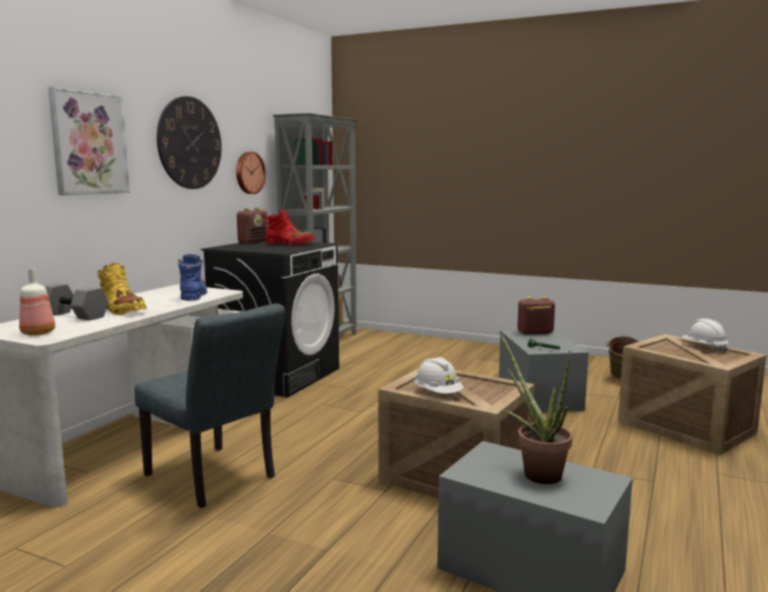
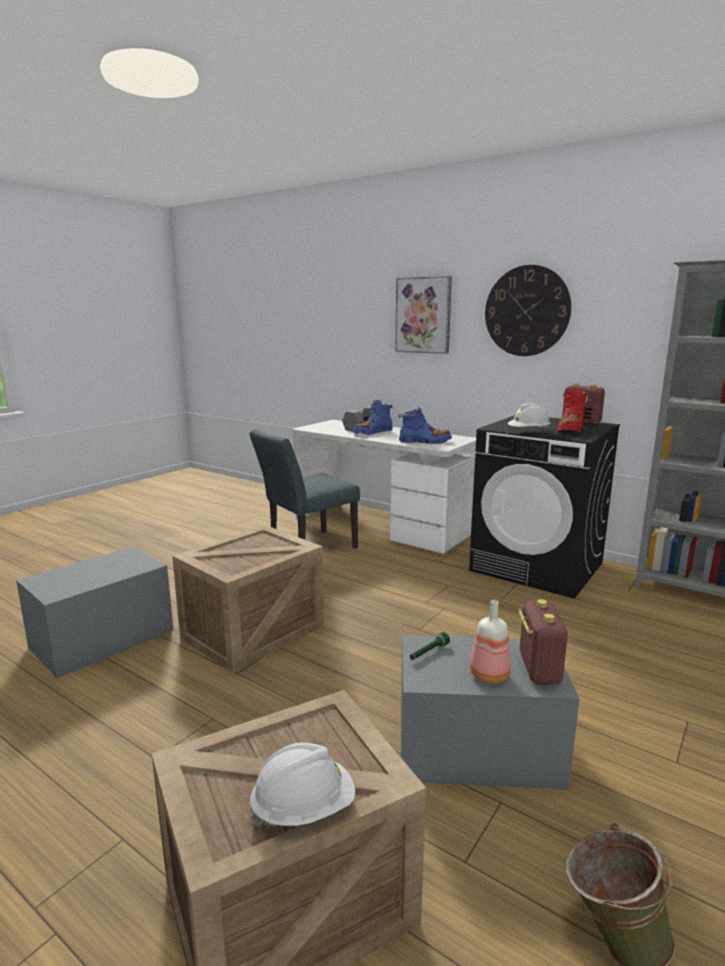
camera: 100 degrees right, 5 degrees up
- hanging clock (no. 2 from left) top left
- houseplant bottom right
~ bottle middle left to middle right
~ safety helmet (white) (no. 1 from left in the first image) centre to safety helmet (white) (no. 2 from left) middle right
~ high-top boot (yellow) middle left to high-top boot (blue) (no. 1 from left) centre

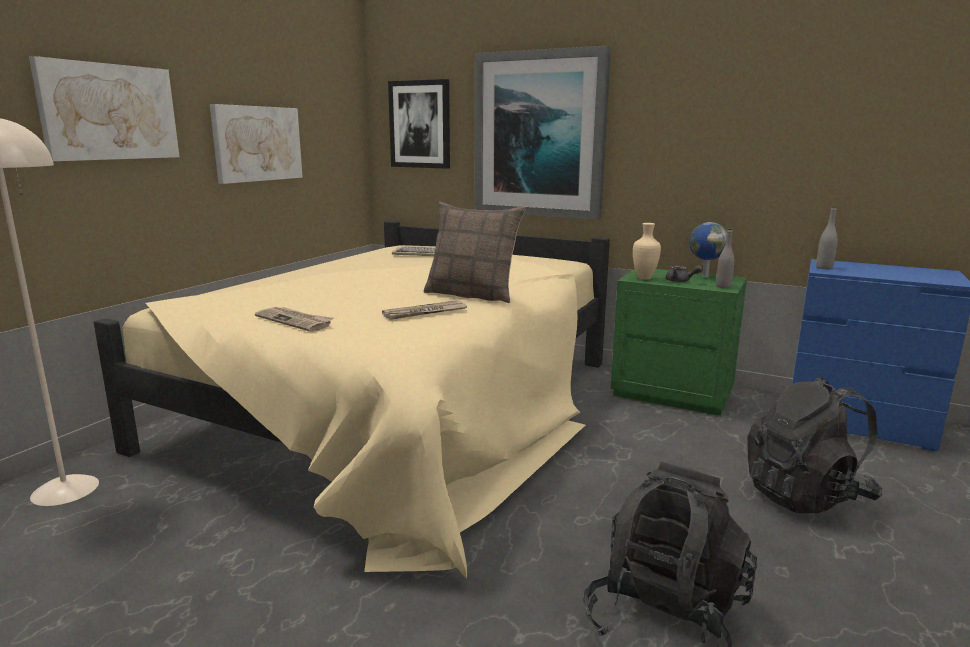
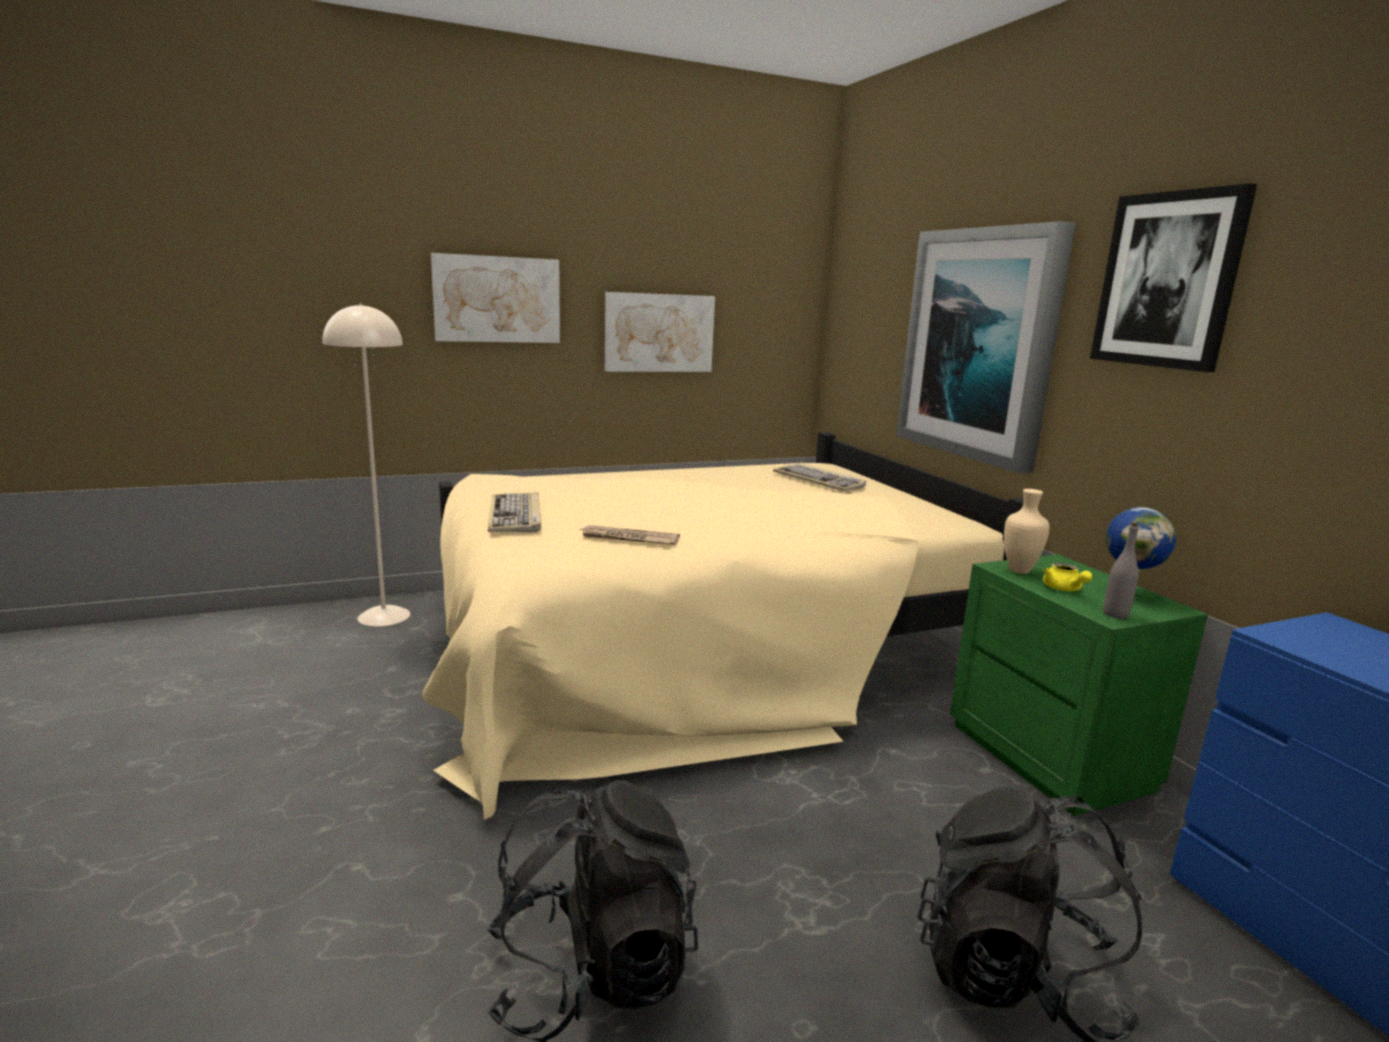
camera: 40 degrees right, 0 degrees up
- cushion centre
- bottle (gray) (no. 2 from left) middle right
~ picture (no. 3 from left in the first image) top centre to picture (no. 4 from left) top right
~ printed paper (no. 1 from left) middle left to keyboard (no. 1 from left) centre
~ pot for tea (gray) middle right to pot for tea (yellow) middle right

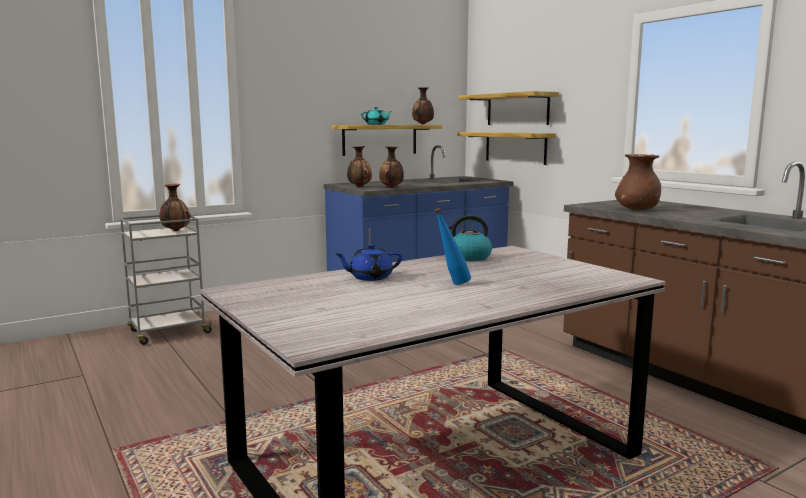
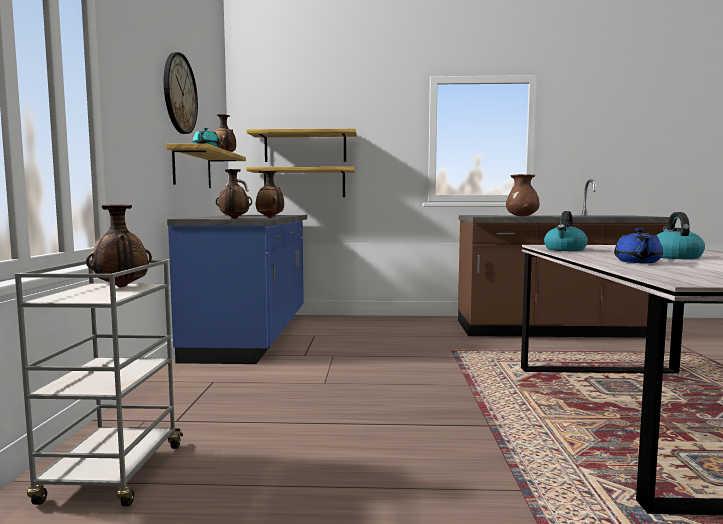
camera: 55 degrees left, 5 degrees down
+ hanging clock top left
~ bottle (blue) centre to water kettle (no. 2 from left) middle right

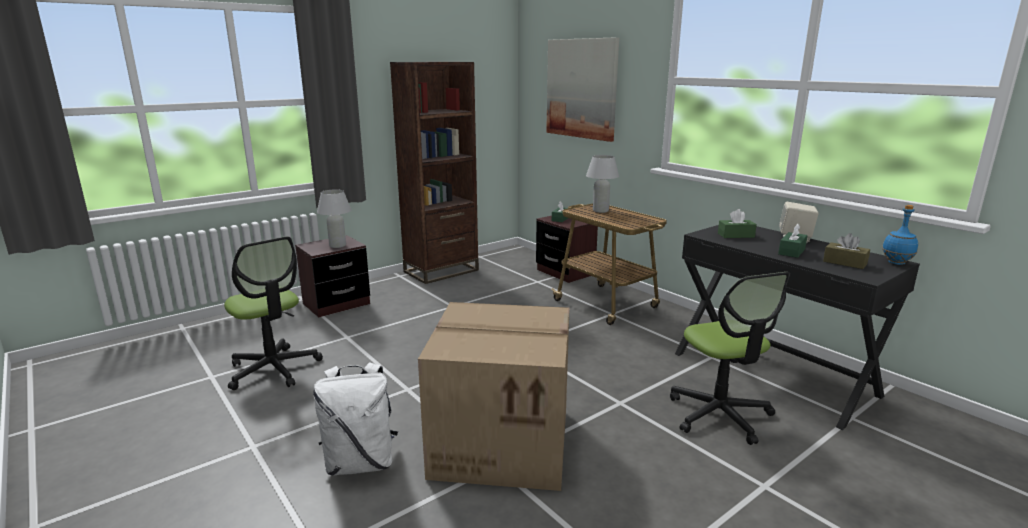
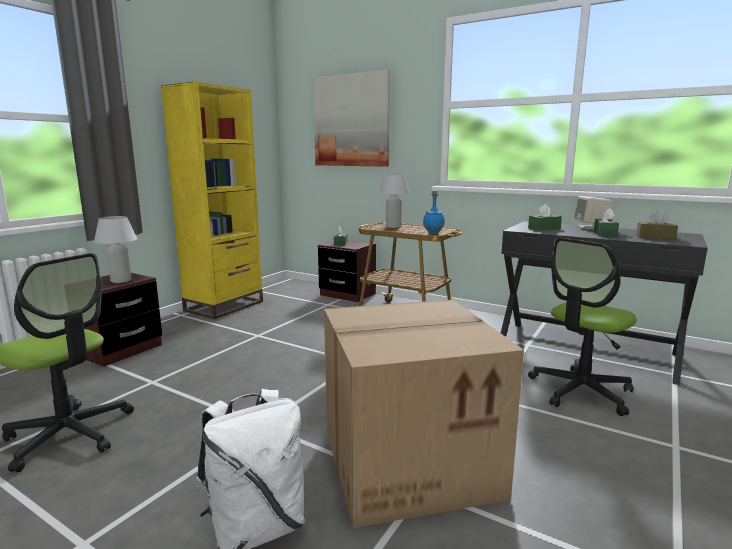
camera: 20 degrees left, 5 degrees down
~ bottle (blue) middle right to centre
~ bookcase (brownish) top centre to bookcase (yellow) middle left
~ office chair (no. 2 from left) bottom right = middle right 90 degrees clockwise

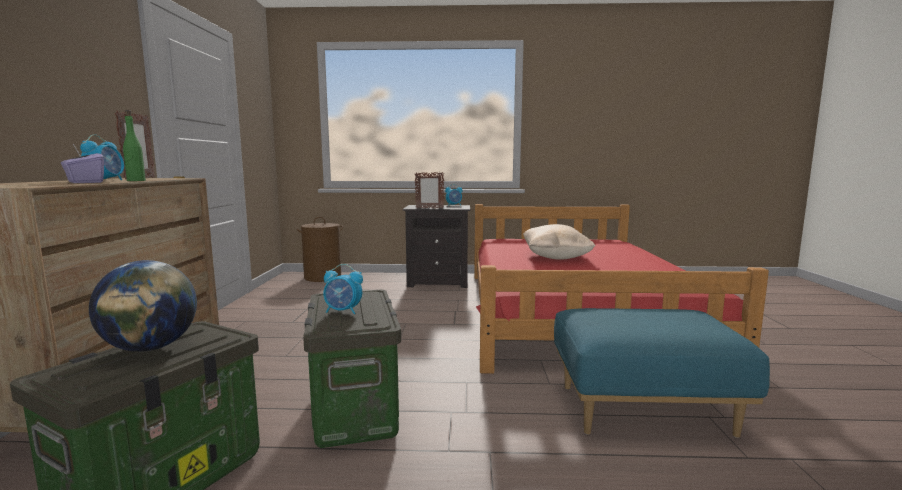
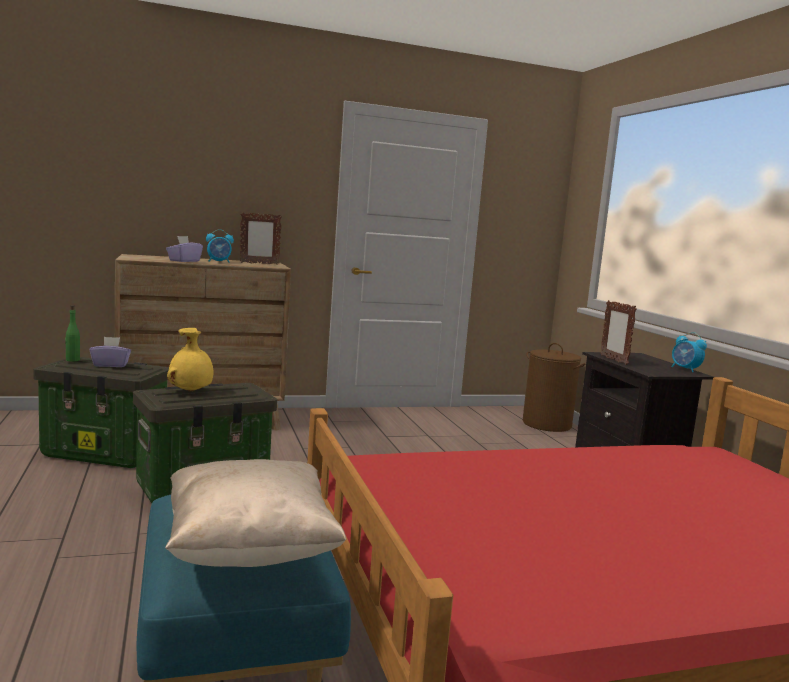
camera: 70 degrees right, 0 degrees up
~ bottle (greenish) top left to middle left
~ cushion (beige) centre to bottom left
~ world globe middle left to tissue box (purple-coloured) (no. 1 from left) middle left
~ alarm clock (no. 2 from left) centre to vase (yellow) middle left

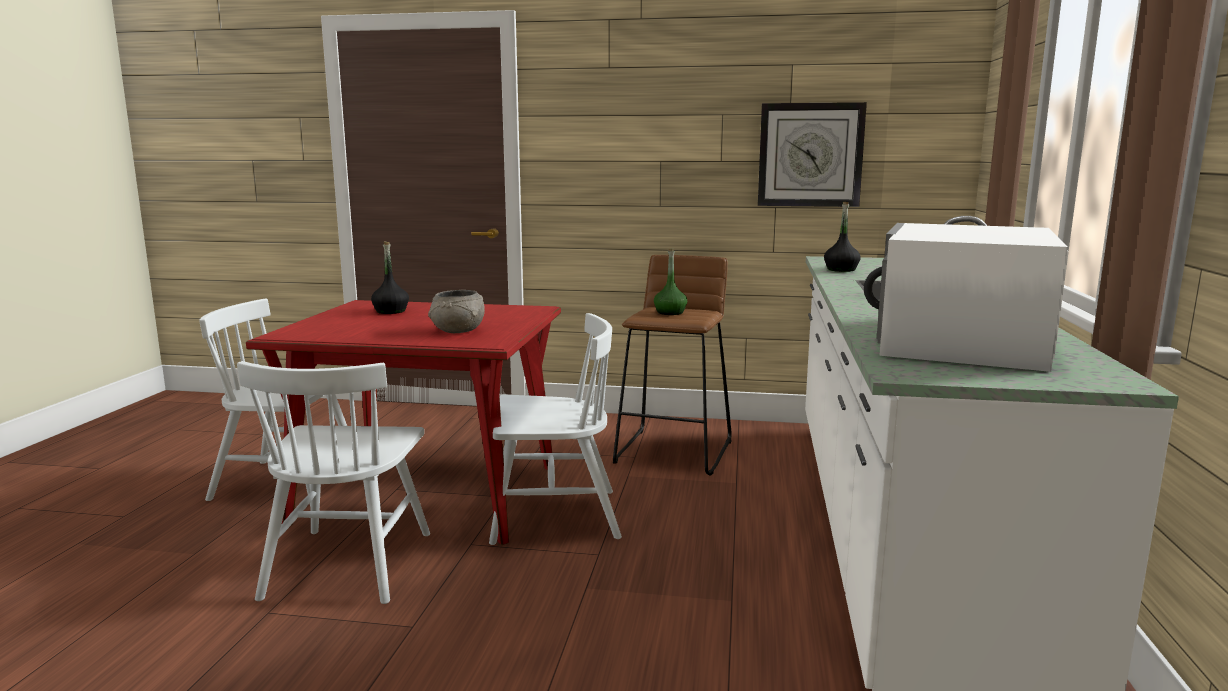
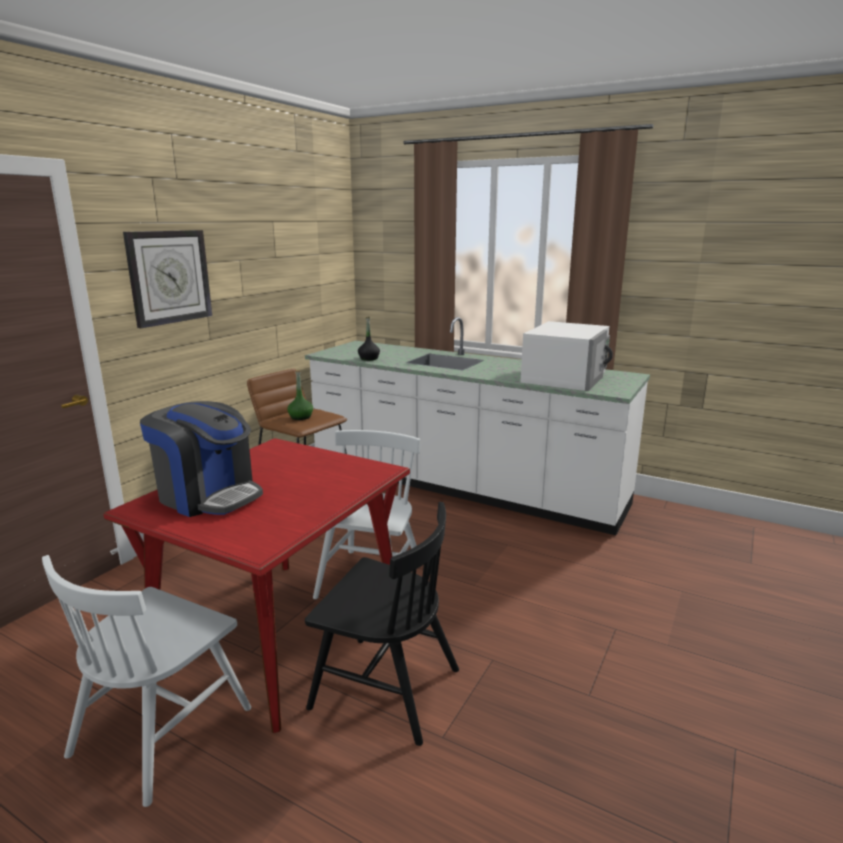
camera: 70 degrees left, 5 degrees up
- bowl (gray) centre
~ hanging clock top centre to top left
~ bottle (black) (no. 1 from left) middle left to coffee maker middle left
~ upright chair (white) (no. 2 from left) bottom left to upright chair (black) bottom centre
~ microwave (white) middle right = middle right 105 degrees counterclockwise

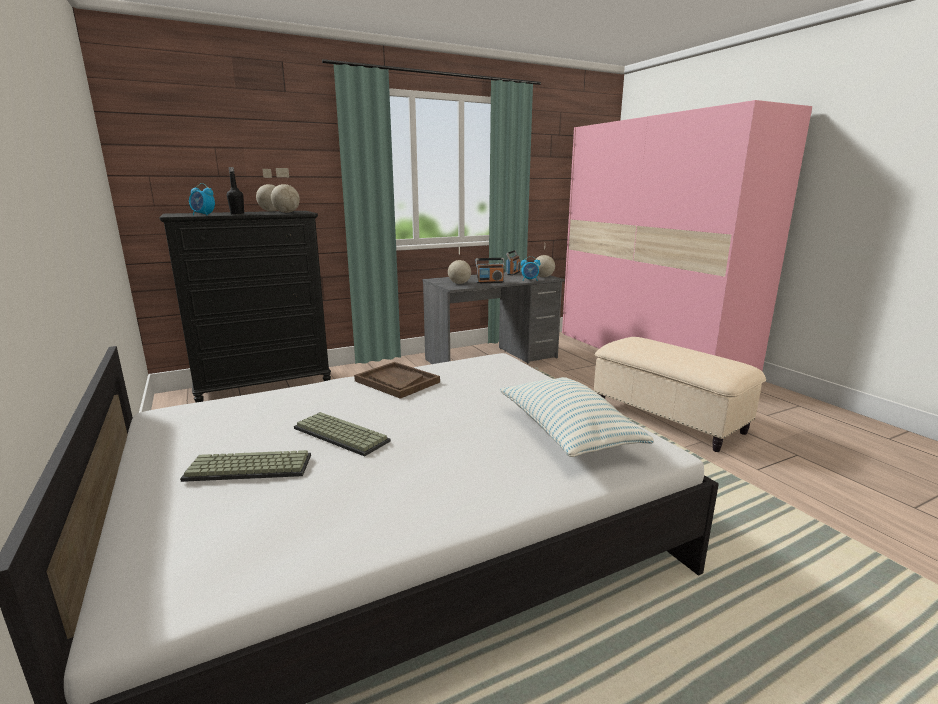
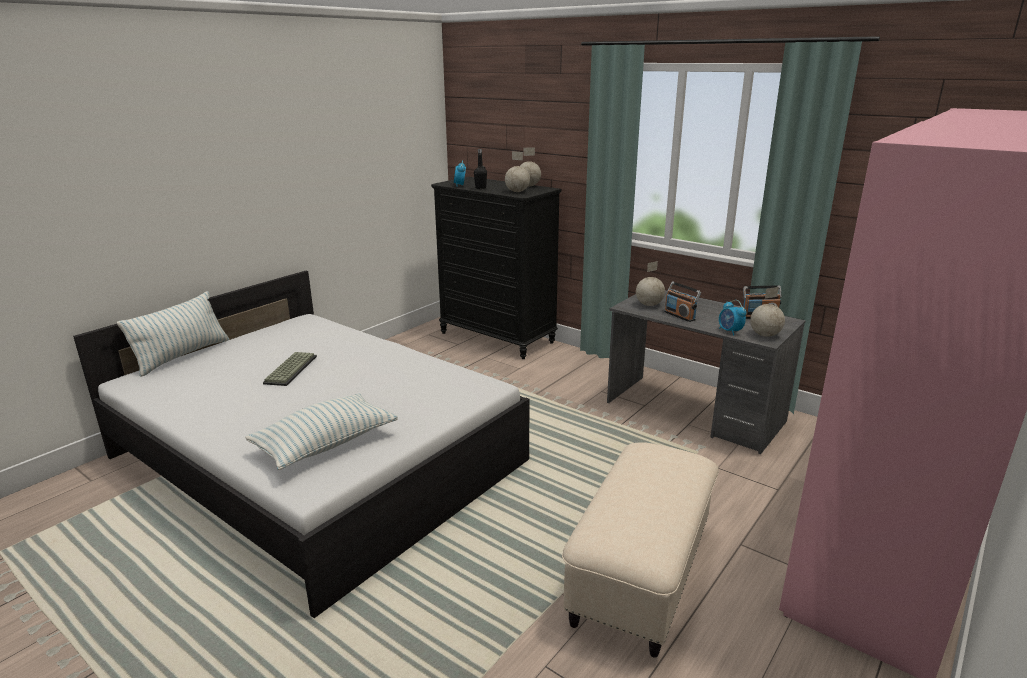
camera: 65 degrees right, 5 degrees up
- keyboard (no. 1 from left) middle left
- tray (brownish) centre
+ cushion (no. 1 from left) middle left

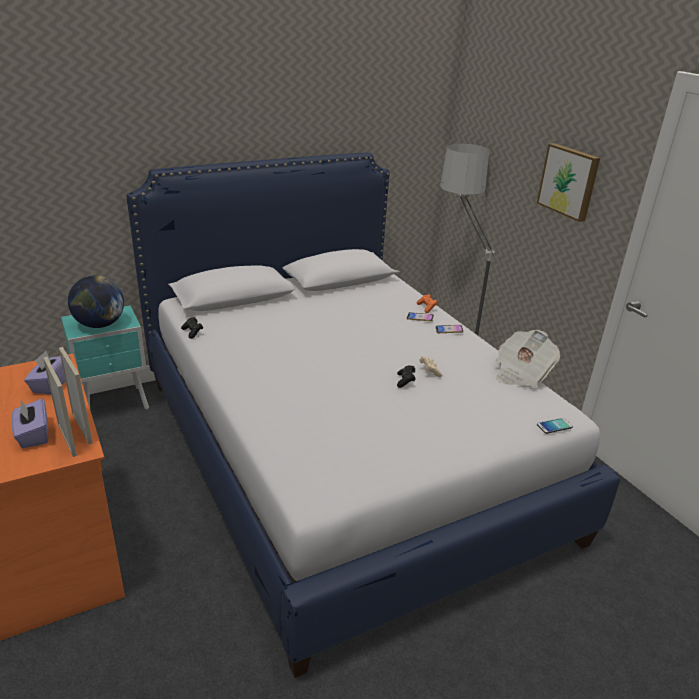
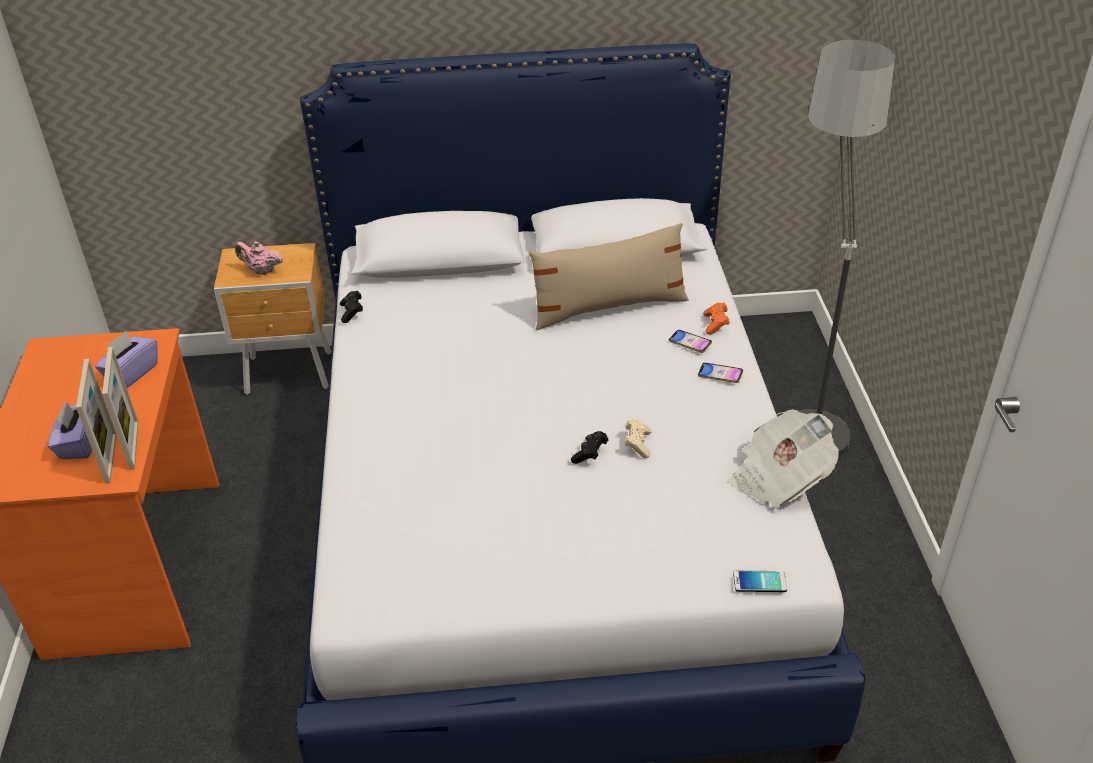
camera: 25 degrees right, 10 degrees up
- picture top right
+ cushion (beige) centre
~ world globe middle left to pot for tea (pink-coloured) middle left
~ night table (blue-green) middle left to night table (brownish) middle left

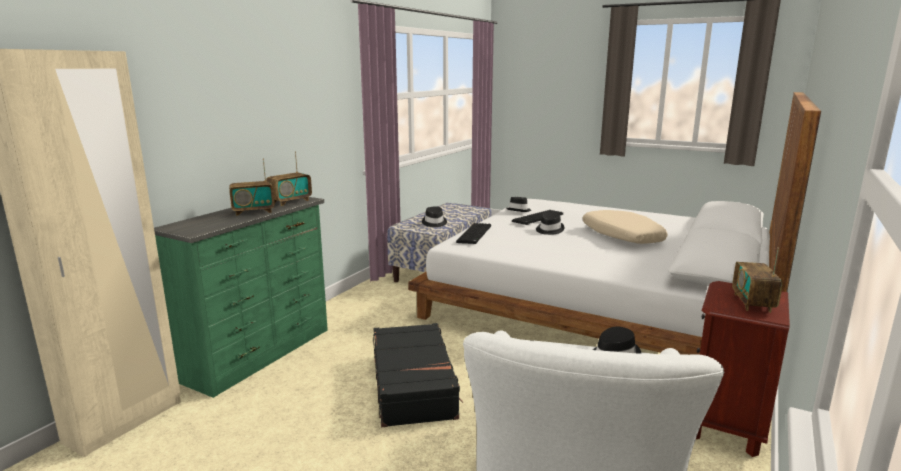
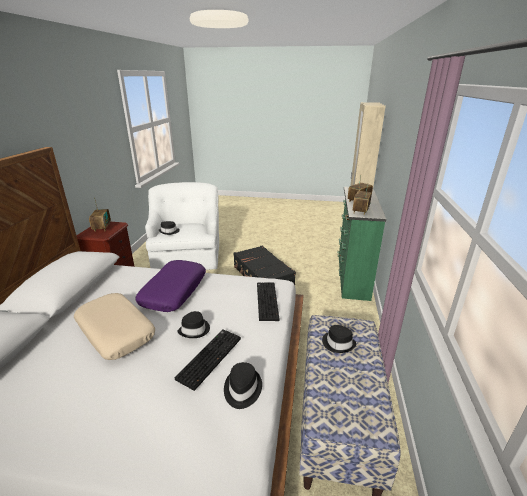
camera: 160 degrees right, 10 degrees up
+ cushion (purple-coloured) middle left

